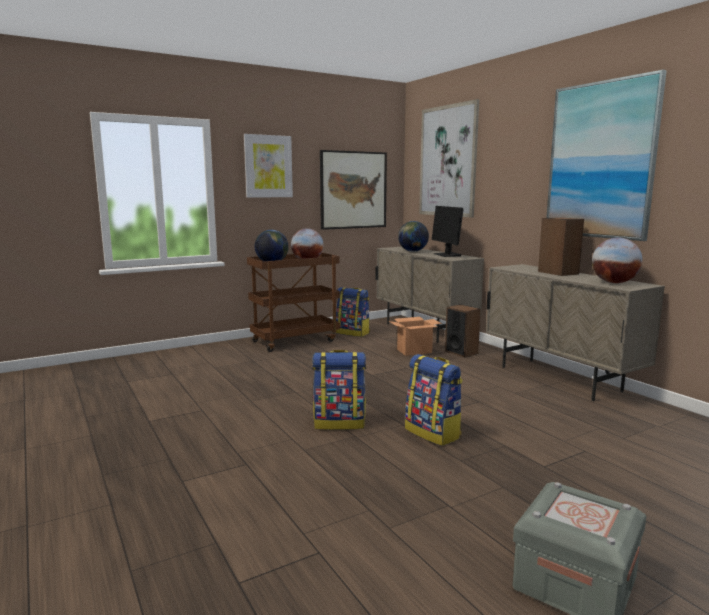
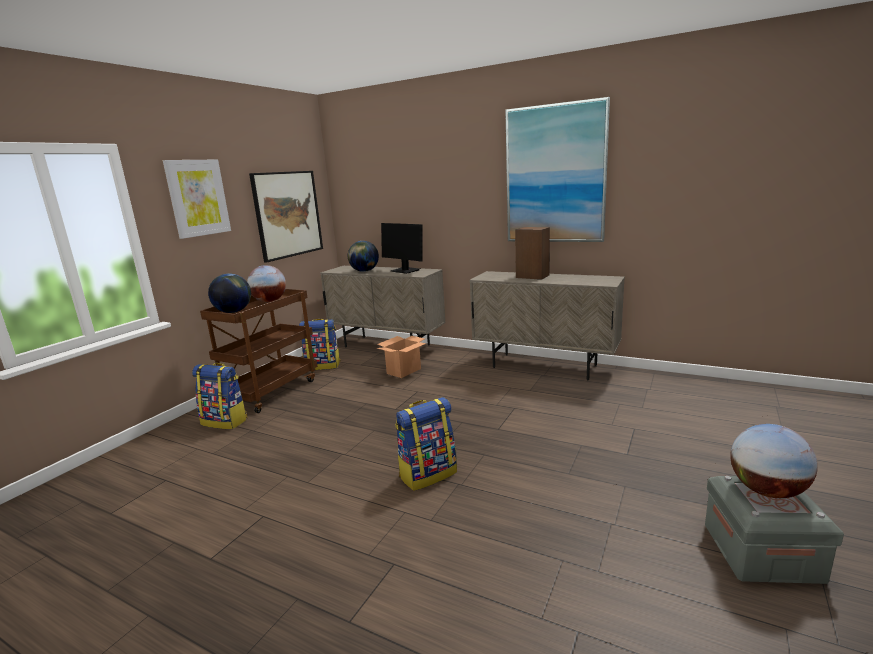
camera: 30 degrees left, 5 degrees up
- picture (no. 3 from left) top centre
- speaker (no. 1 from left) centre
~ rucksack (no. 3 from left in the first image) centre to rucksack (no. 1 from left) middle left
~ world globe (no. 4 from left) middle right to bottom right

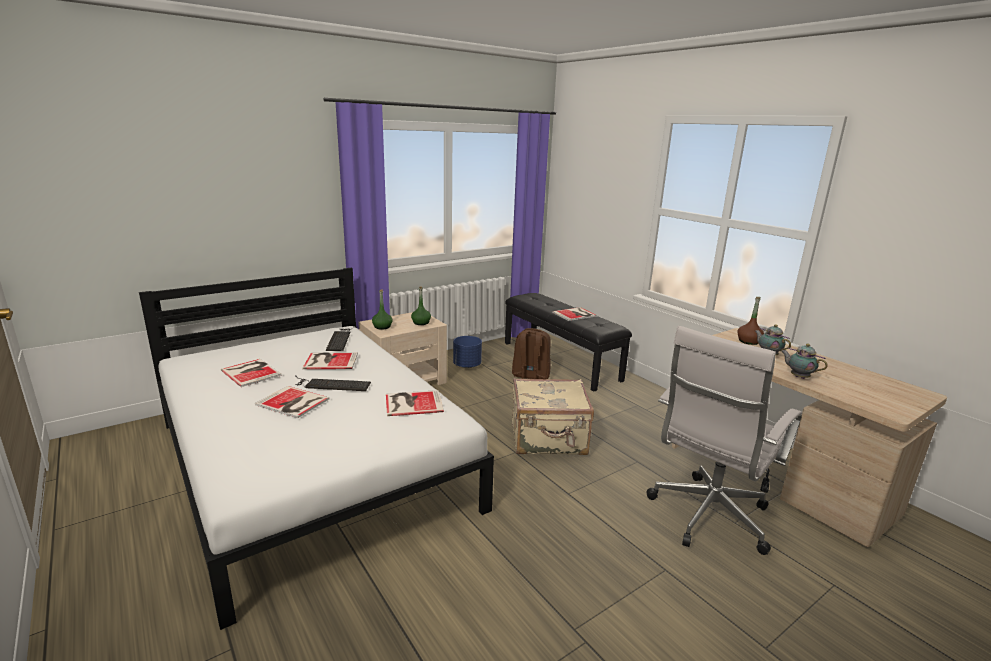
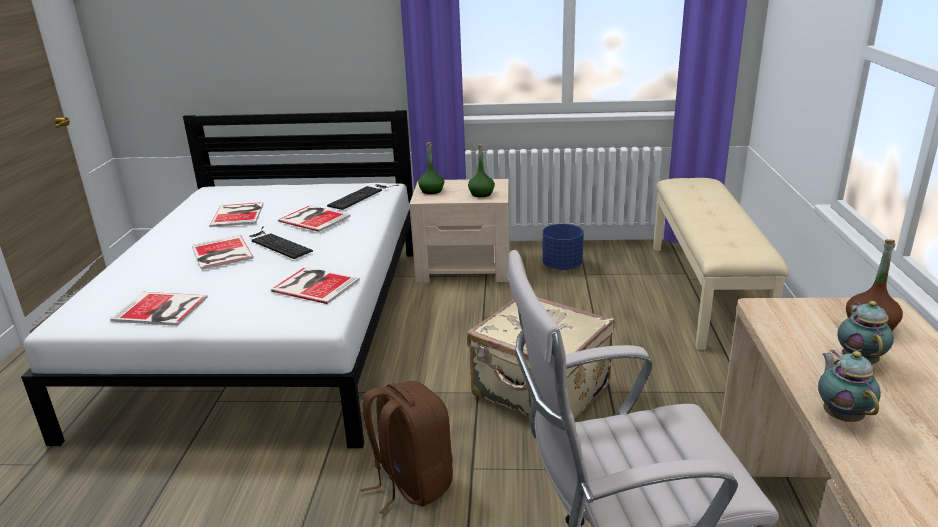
camera: 40 degrees right, 5 degrees up
~ rucksack (brownish) centre to bottom centre
~ bound book (no. 5 from left in the first image) centre to bound book (no. 1 from left) middle left
~ bench (black) centre to bench (beige) middle right

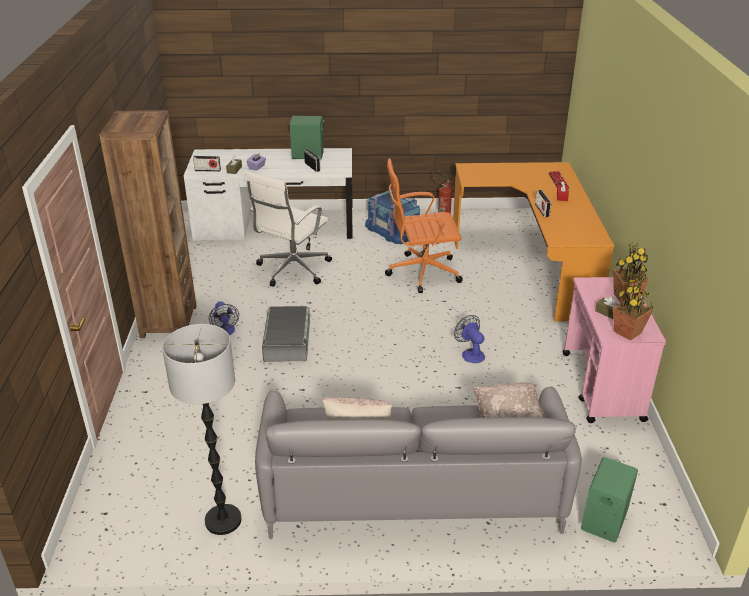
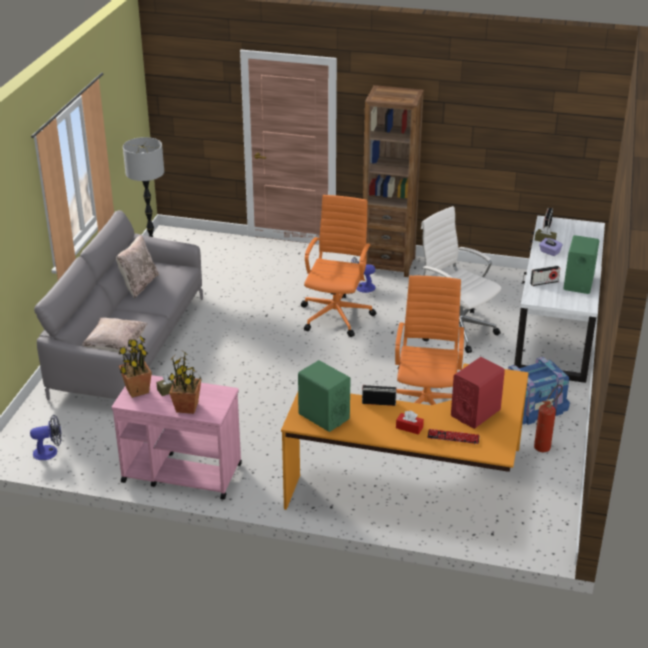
camera: 105 degrees right, 0 degrees up
+ speaker (reddish) middle right
~ cooling fan (no. 2 from left in the first image) centre to cooling fan (no. 1 from left) bottom left
~ speaker (greenish) (no. 2 from left in the first image) bottom right to speaker (greenish) (no. 1 from left) centre
~ storage container (gray) centre to office chair (orange) (no. 1 from left) centre

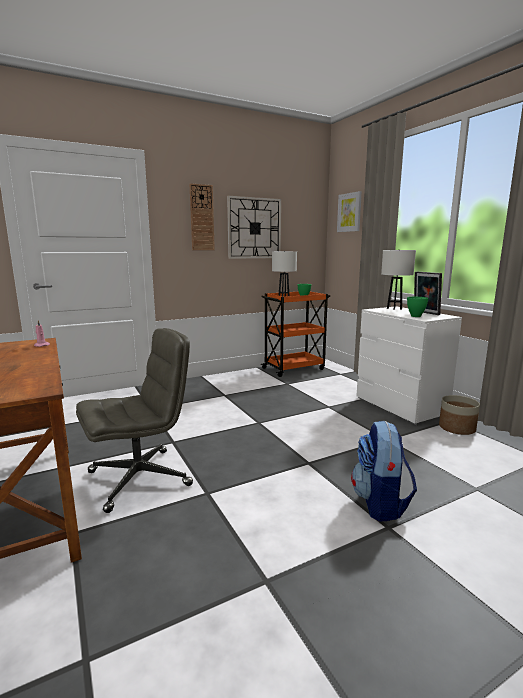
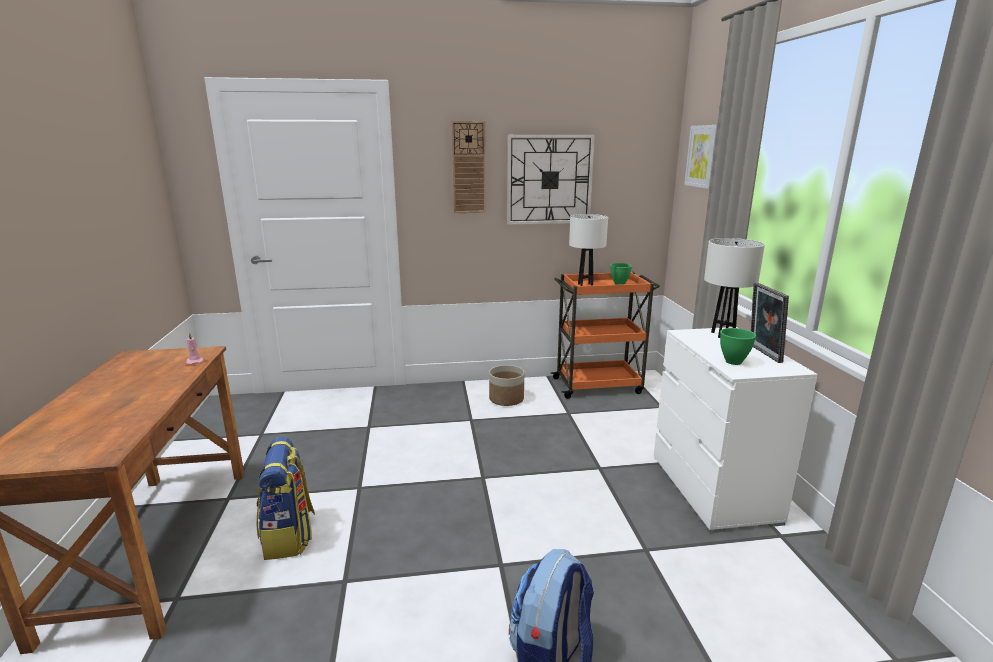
camera: 20 degrees right, 5 degrees up
~ flower pot middle right to centre
~ office chair (gray) middle left to rucksack (no. 1 from left) bottom left

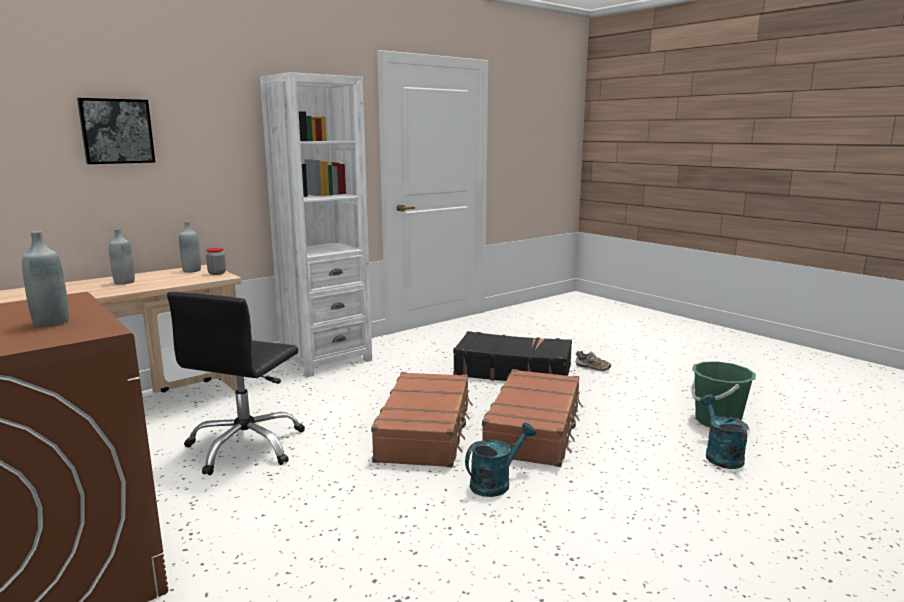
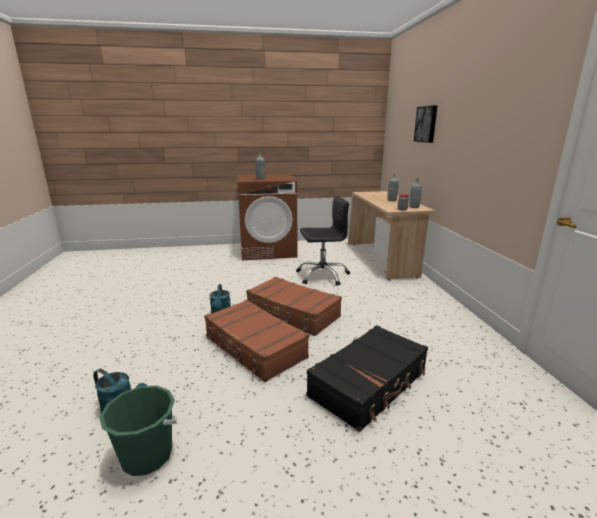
camera: 120 degrees right, 5 degrees up
- bookcase (white) centre
- item of footwear centre
~ office chair (black) middle left = centre 120 degrees clockwise

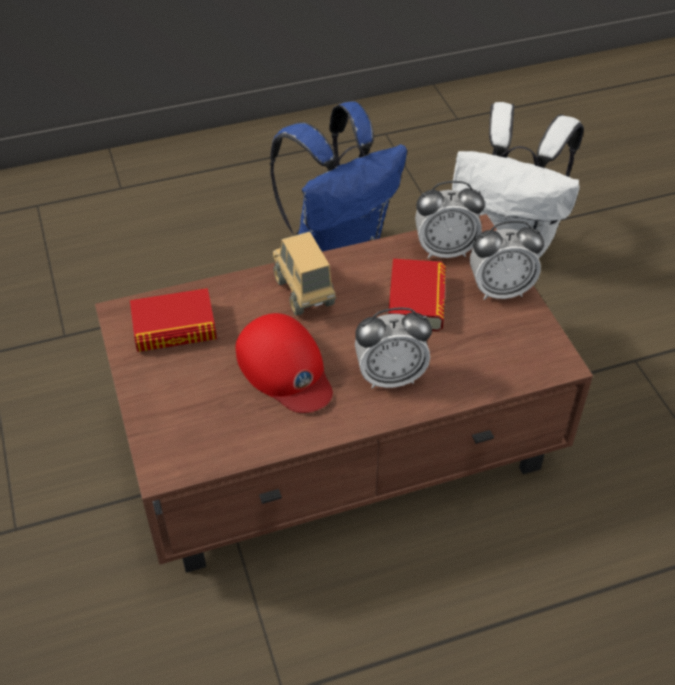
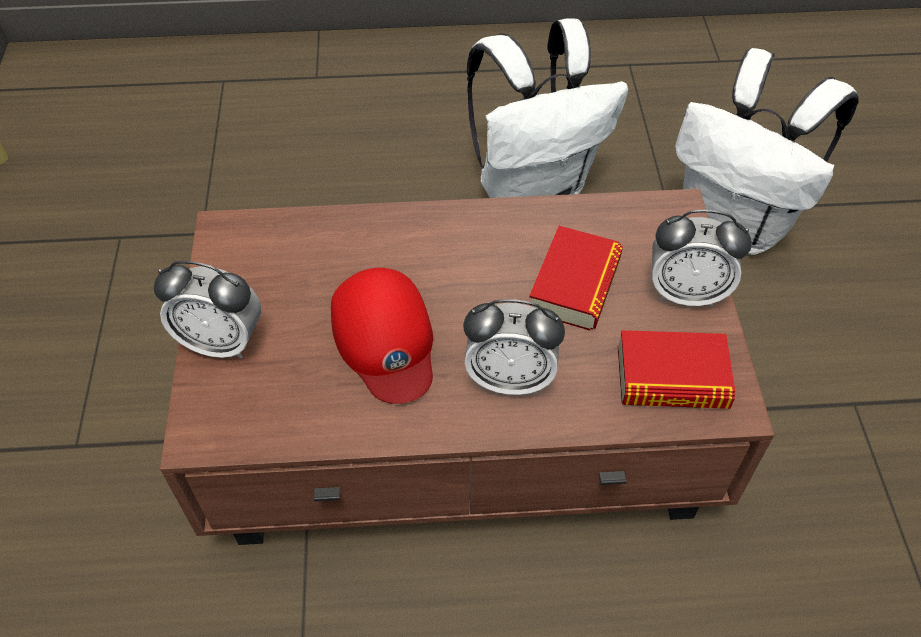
camera: 15 degrees right, 5 degrees up
- model truck centre
~ bound book (no. 1 from left in the first image) middle left to bound book (no. 2 from left) middle right
~ alarm clock (no. 2 from left in the first image) top right to alarm clock (no. 1 from left) middle left
~ rucksack (blue) top centre to rucksack (white) (no. 1 from left) top centre

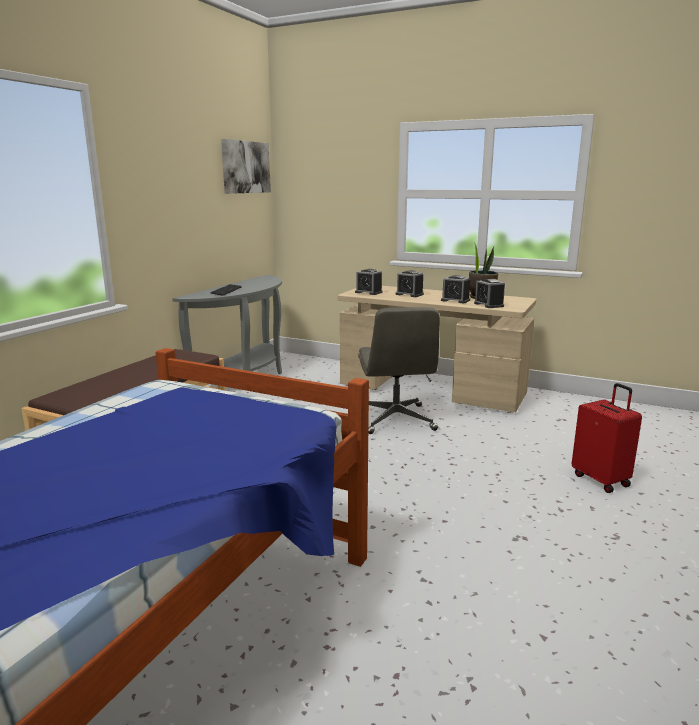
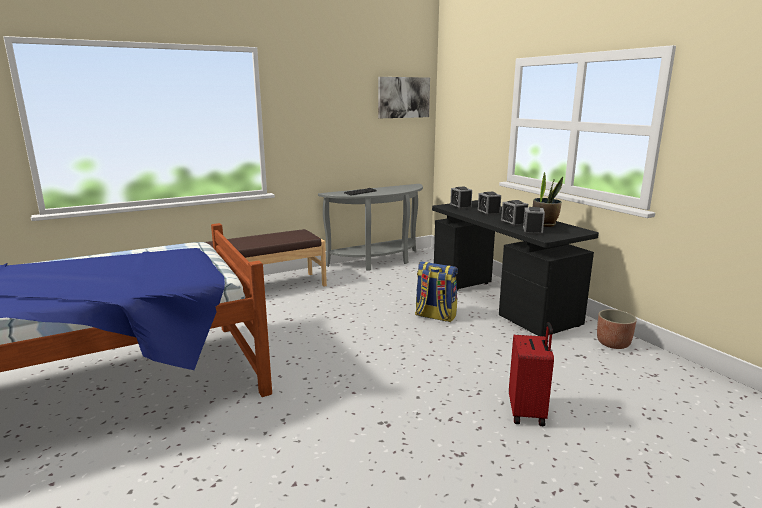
camera: 35 degrees right, 0 degrees up
+ flower pot middle right
~ office chair (gray) centre to rucksack centre
~ desk table (beige) centre to desk table (black) middle right

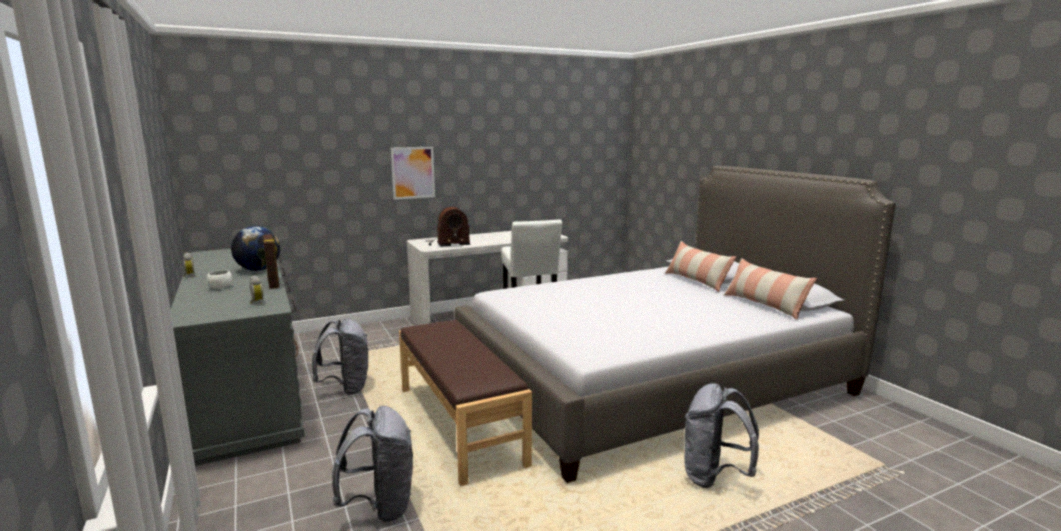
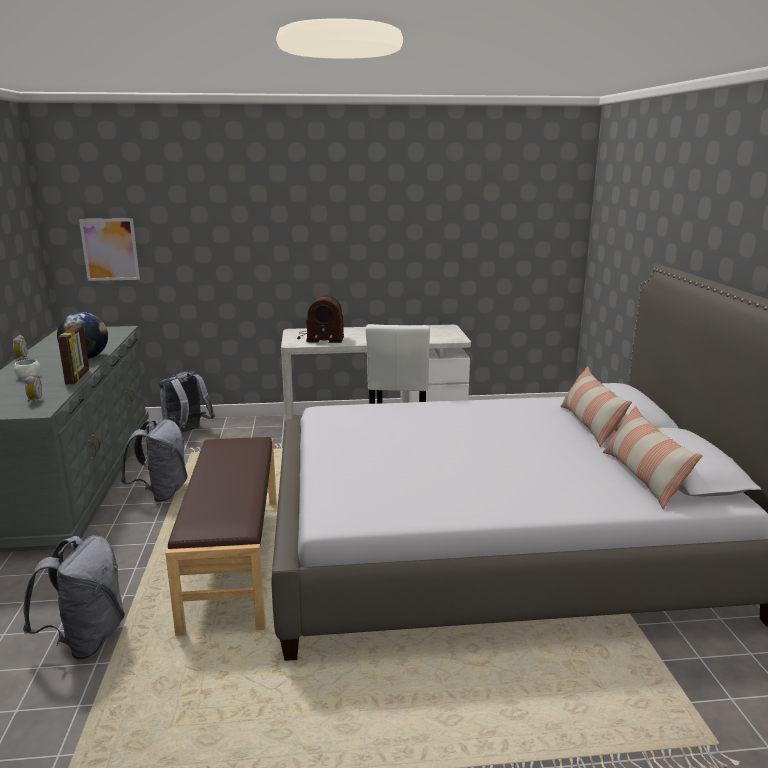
camera: 20 degrees right, 5 degrees up
~ picture top centre to top left
~ rucksack (gray) (no. 3 from left) bottom right to middle left

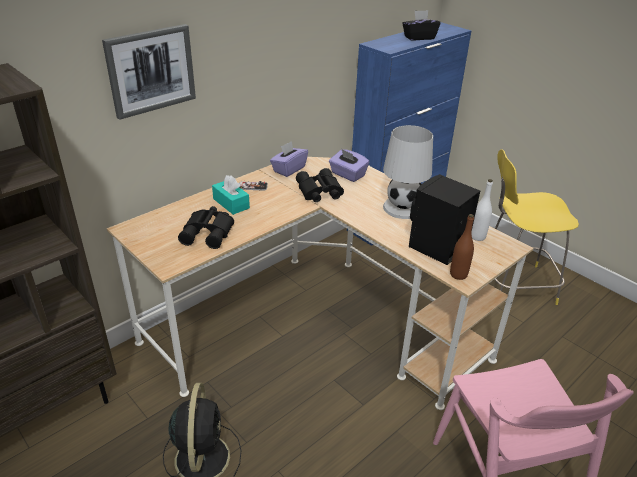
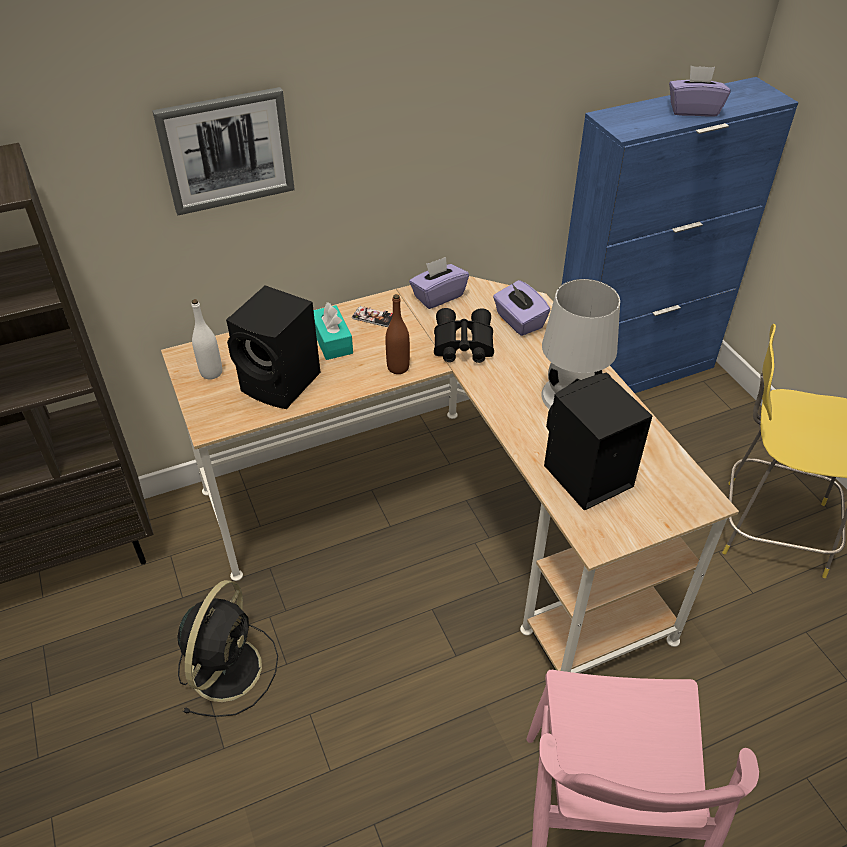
camera: 20 degrees right, 10 degrees up
~ bottle (brownish) middle right to centre
~ bottle (white) middle right to middle left
~ field glasses (black) (no. 1 from left) middle left to speaker (black) (no. 1 from left) middle left
~ tissue box (black) top centre to tissue box (purple-coloured) (no. 3 from left) top right

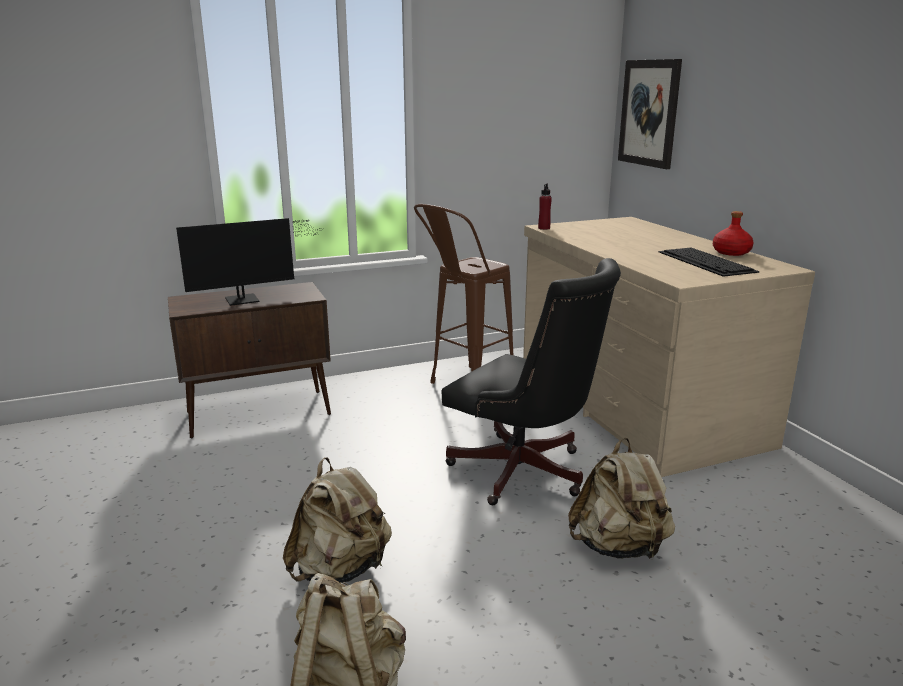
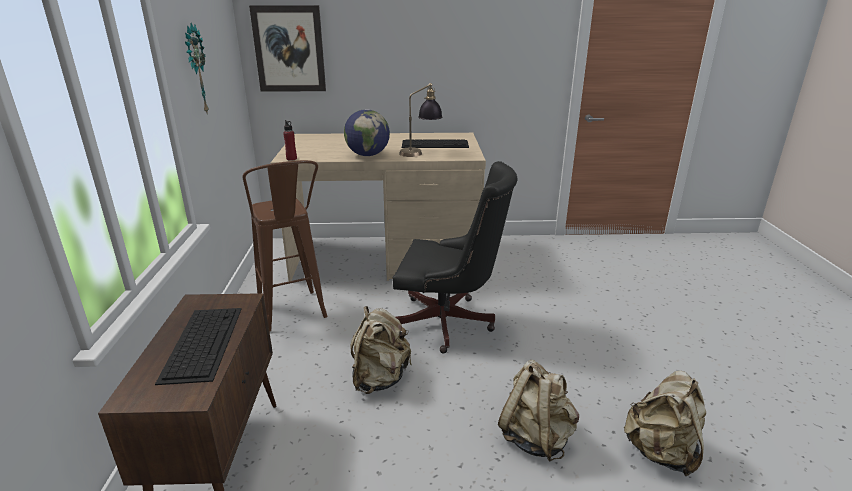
camera: 70 degrees left, 5 degrees up
- bottle (reddish) (no. 2 from left) middle right
+ hanging clock top left
+ world globe top centre
+ tabletop lamp top centre
~ rucksack (beige) (no. 3 from left in the first image) bottom right to rucksack (beige) (no. 1 from left) bottom centre
~ computer screen middle left to keyboard (no. 1 from left) bottom left
~ office chair (black) centre = centre 45 degrees clockwise

